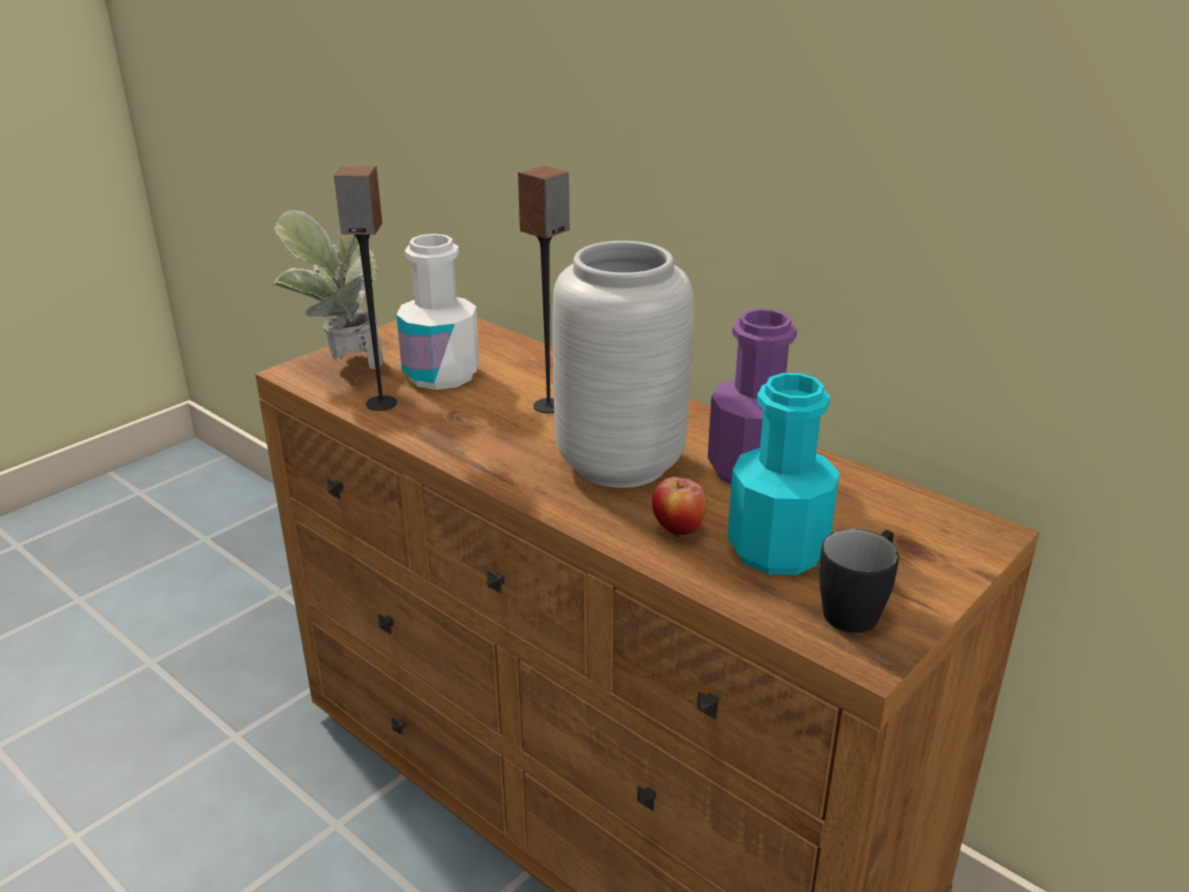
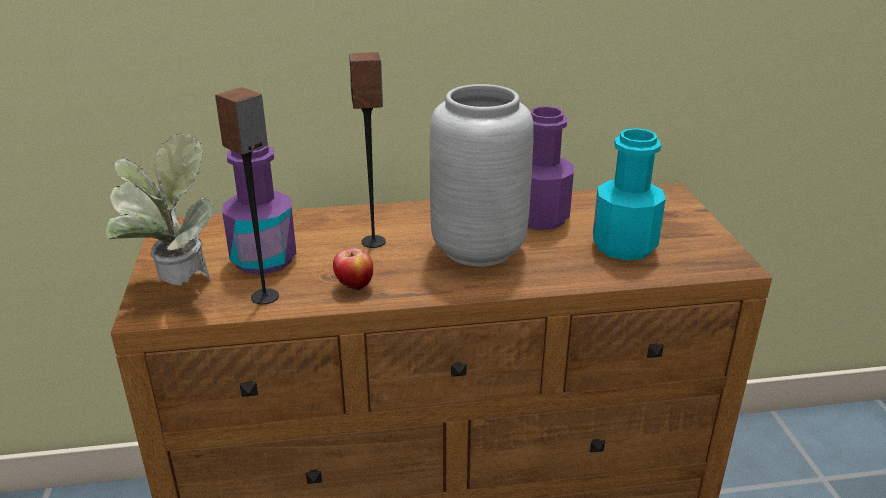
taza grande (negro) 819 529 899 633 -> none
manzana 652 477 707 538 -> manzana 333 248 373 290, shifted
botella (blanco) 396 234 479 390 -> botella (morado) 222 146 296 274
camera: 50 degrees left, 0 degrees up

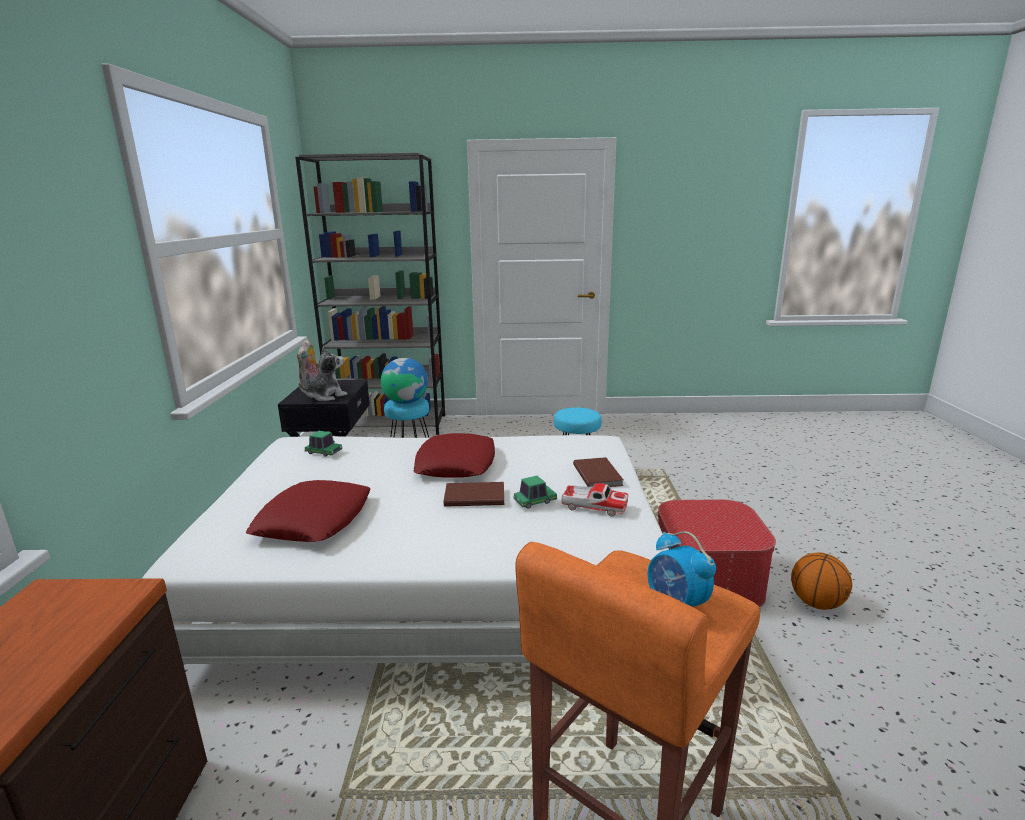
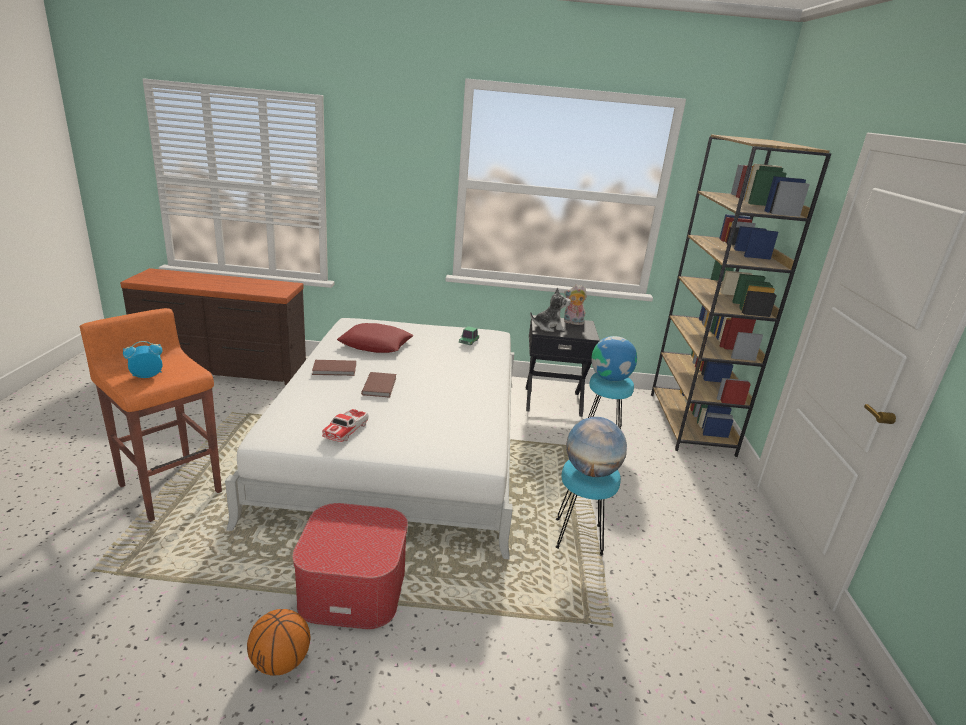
cojín (rojo) 413 433 495 478 -> none
coche de juguete 513 476 557 509 -> none
none -> globo terráqueo 566 417 627 477
libro (marrón) 573 457 623 487 -> libro (marrón) 312 360 356 376, shifted
estantería (gris) 295 153 445 436 -> estantería (marrón) 651 134 831 457
peluche 299 346 347 401 -> peluche 530 288 571 332, 60 degrees counterclockwise
camera: 90 degrees right, 5 degrees up

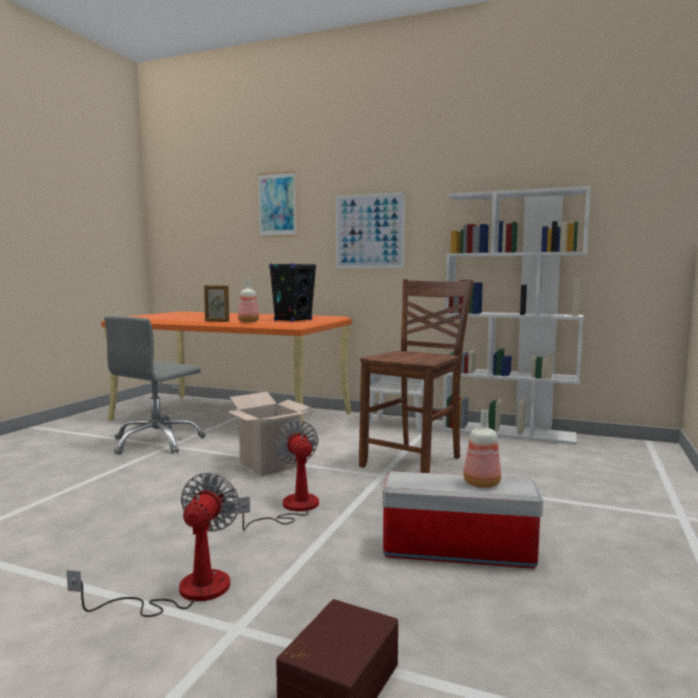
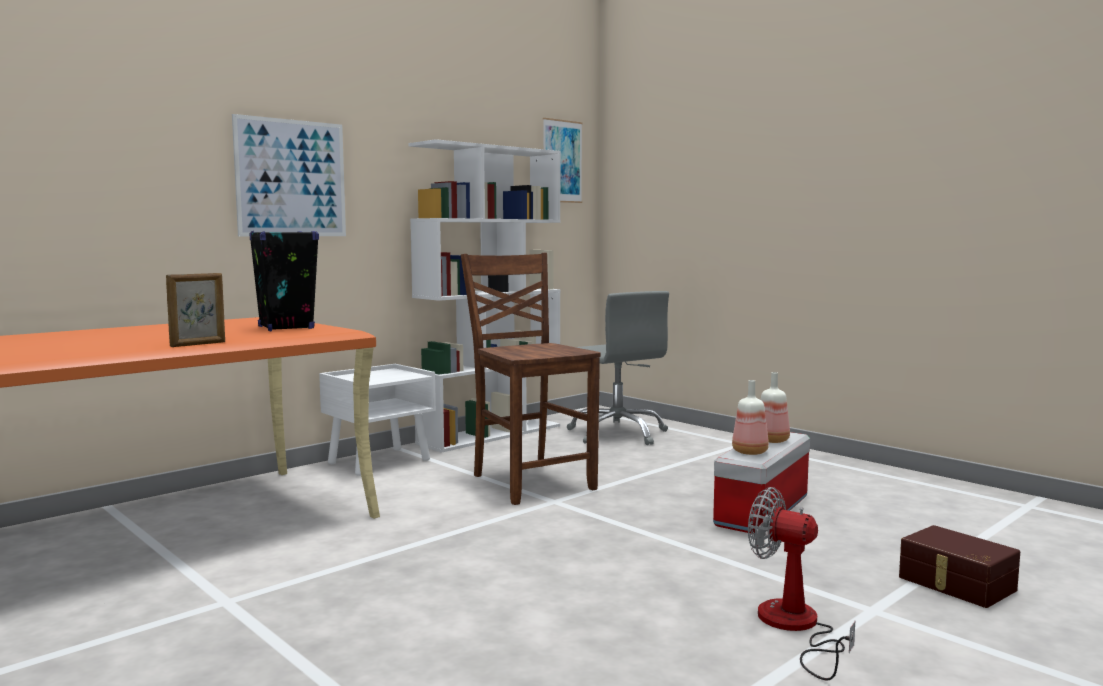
caja de cartón 226 392 312 476 -> none
ventilador 239 420 319 531 -> none
silla de oficina (gris) 104 316 205 455 -> silla de oficina (gris) 567 291 669 445, shifted
botella 238 278 259 322 -> botella 732 380 769 455, shifted
cuadro 258 171 296 237 -> cuadro 543 118 583 203, shifted
camera: 65 degrees left, 0 degrees up

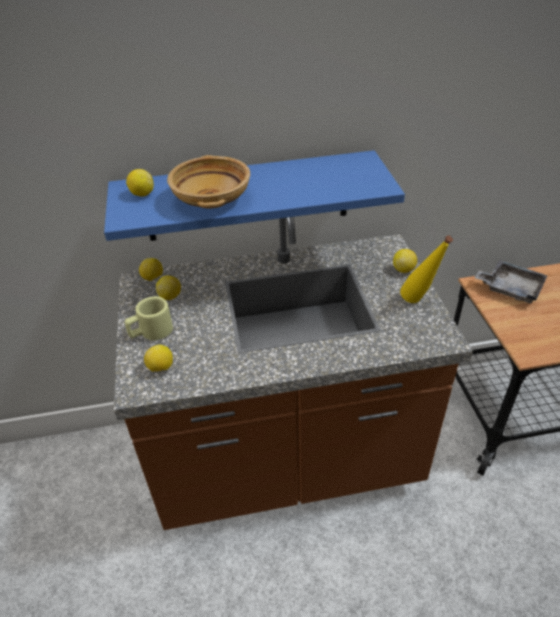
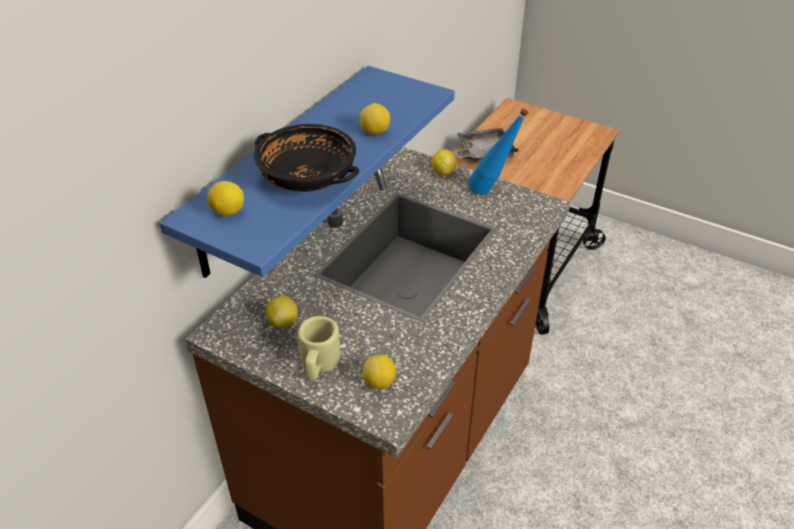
limón 139 258 163 281 -> limón 360 103 390 135, shifted
cuenco (beis) 167 155 250 209 -> cuenco (negro) 254 124 359 191
botella (amarillo) 400 236 453 303 -> botella (azul) 468 109 528 195
camera: 50 degrees left, 0 degrees up

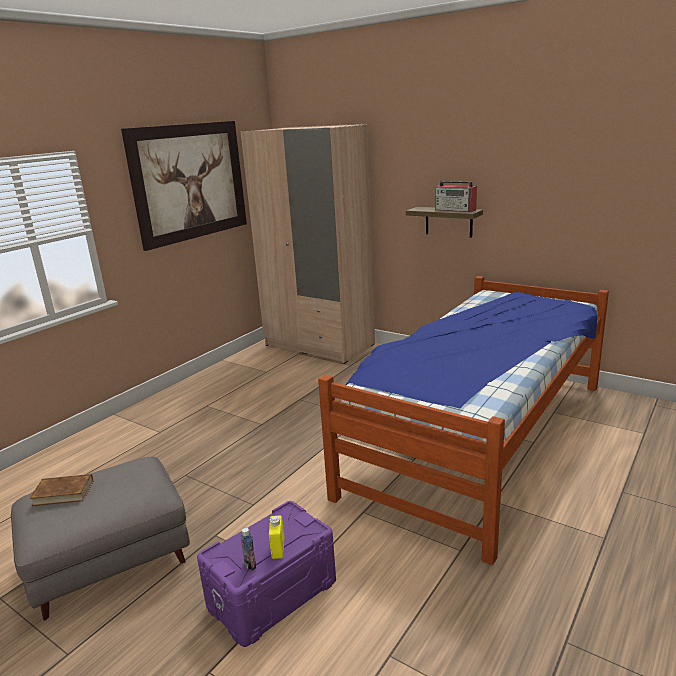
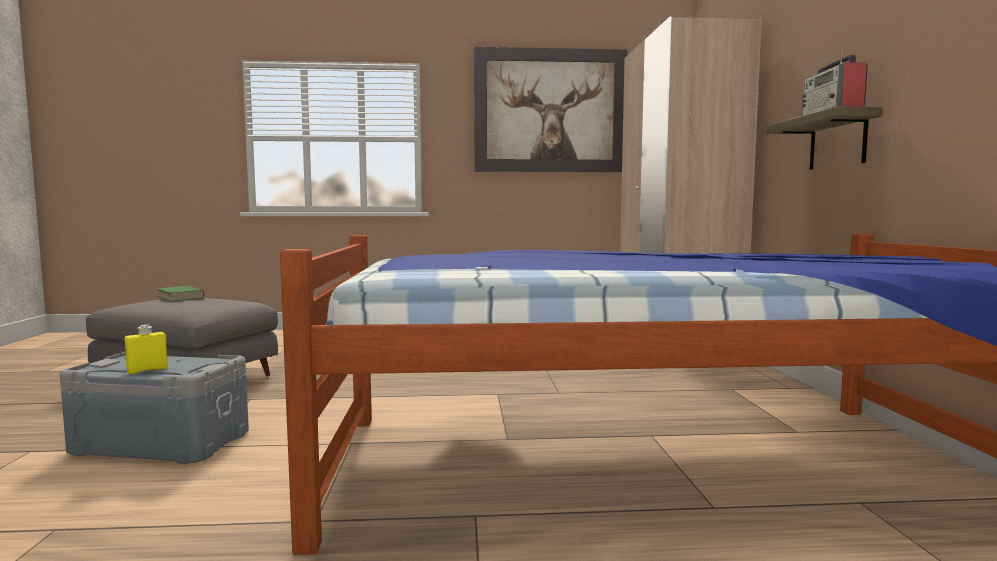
botella 240 528 256 570 -> none
libro (marrón) 29 474 93 506 -> libro (verde) 156 286 204 302
caja de almacenaje (morado) 197 501 336 647 -> caja de almacenaje (gris) 60 352 249 464
camera: 50 degrees right, 15 degrees down

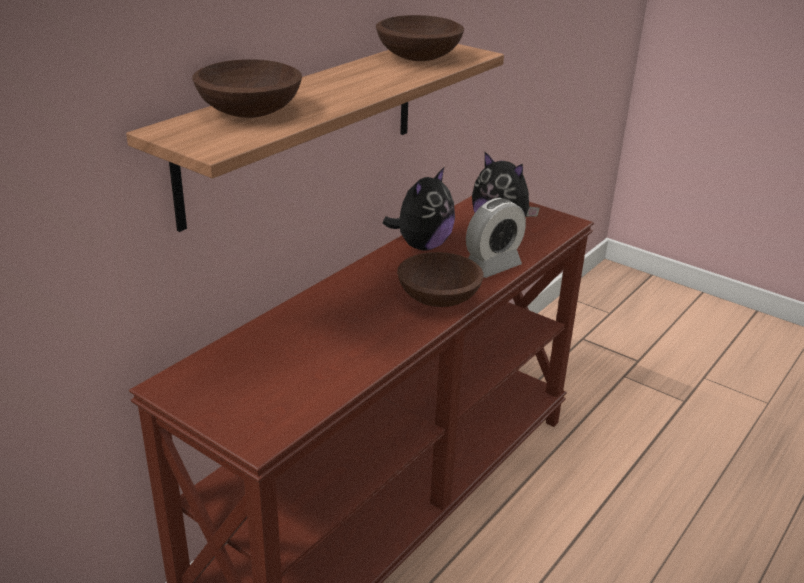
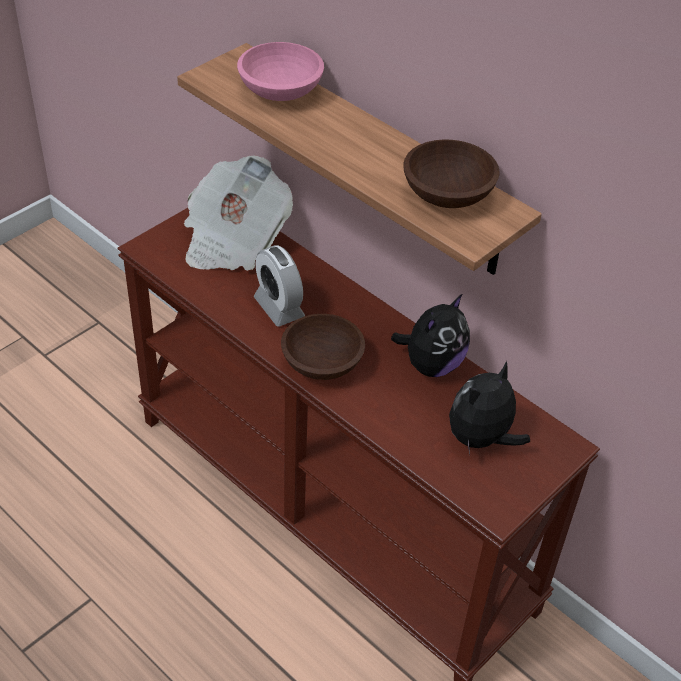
none -> periódico 184 155 293 271
despertador 466 198 526 278 -> despertador 253 245 305 327, shifted
cuenco (marrón) 192 59 302 118 -> cuenco (rosa) 237 42 324 101
peluche 383 166 455 251 -> peluche 391 294 470 377, 90 degrees counterclockwise
camera: 95 degrees right, 15 degrees up

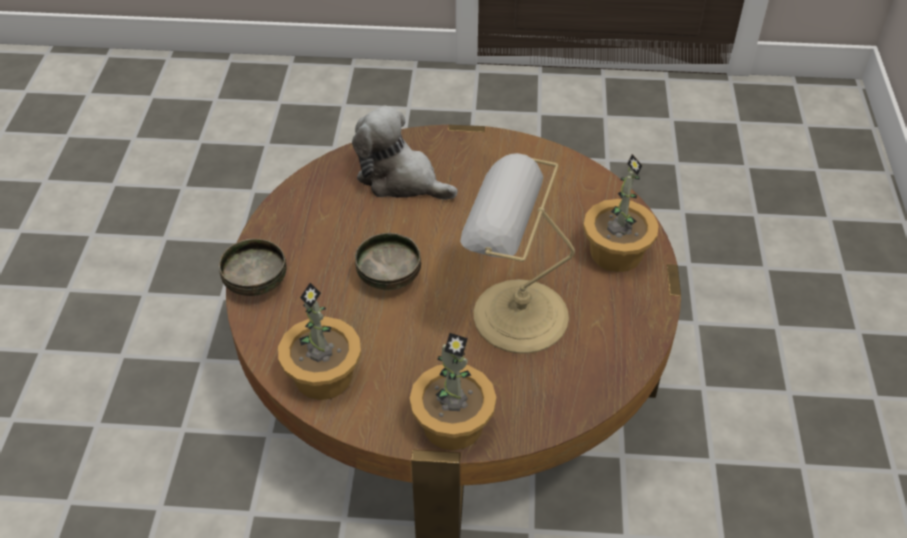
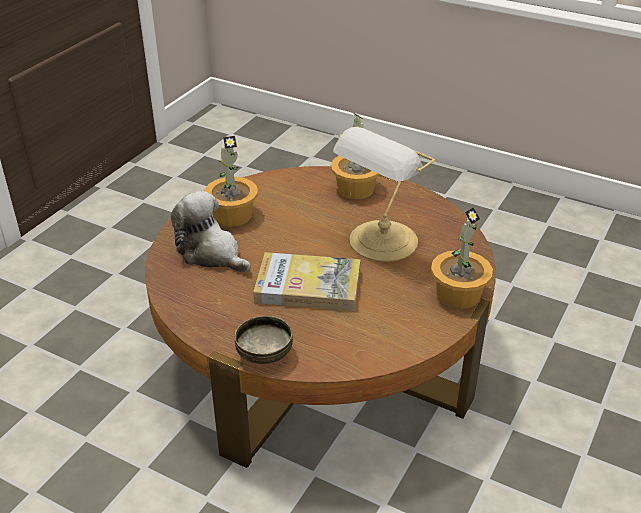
planta en maceta 278 283 361 400 -> planta en maceta 204 136 258 227, shifted
cuenco 355 233 421 291 -> libro 253 252 361 311
peluche 352 106 458 200 -> peluche 171 191 251 273, 75 degrees clockwise
camera: 65 degrees left, 10 degrees down

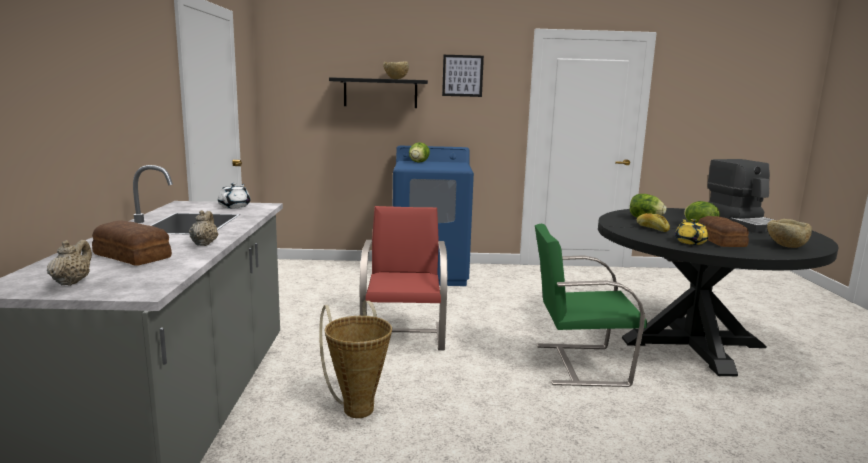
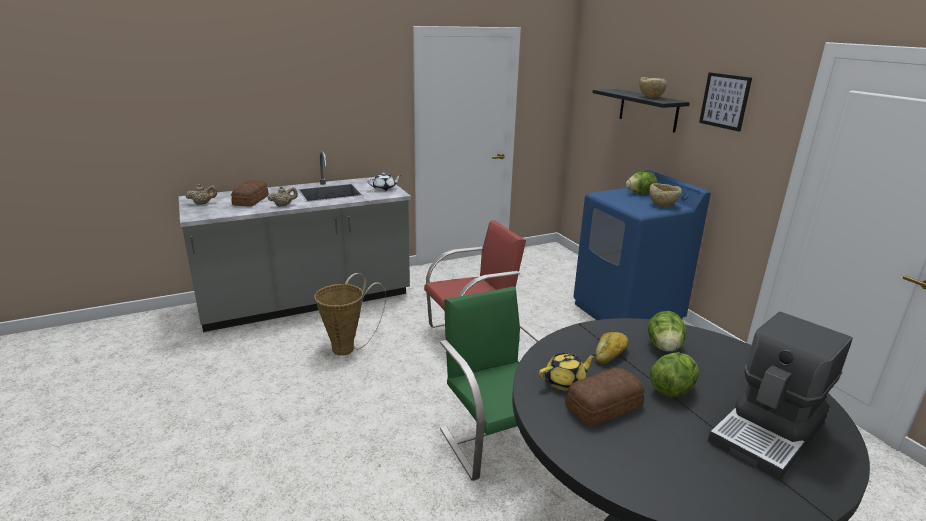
cuenco (beis) 767 219 812 248 -> cuenco (beis) 649 183 682 207, shifted
camera: 65 degrees right, 10 degrees up

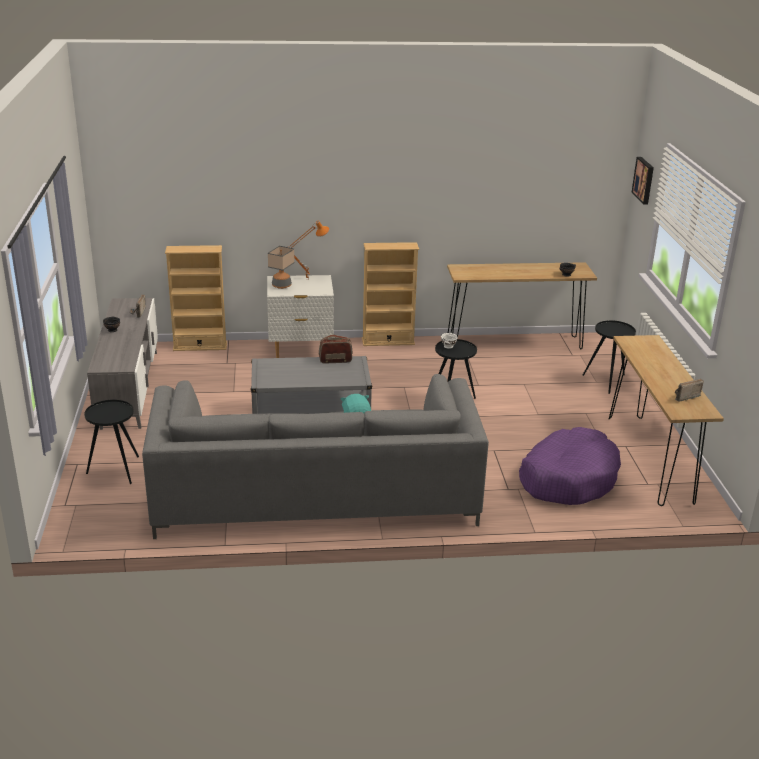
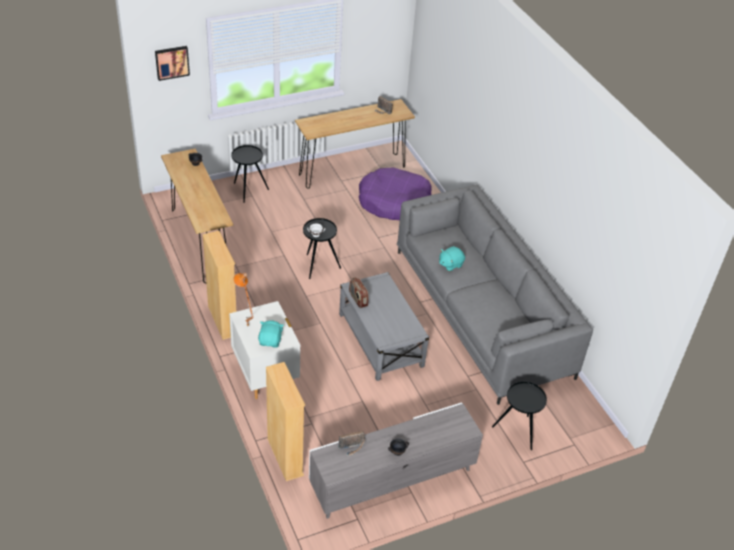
lámpara de mesa 268 246 295 289 -> peluche (turquesa) 258 320 284 348
camera: 110 degrees left, 15 degrees up

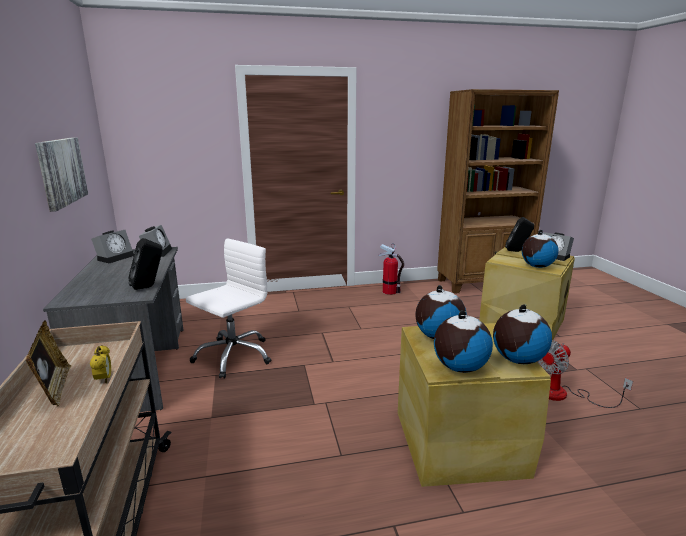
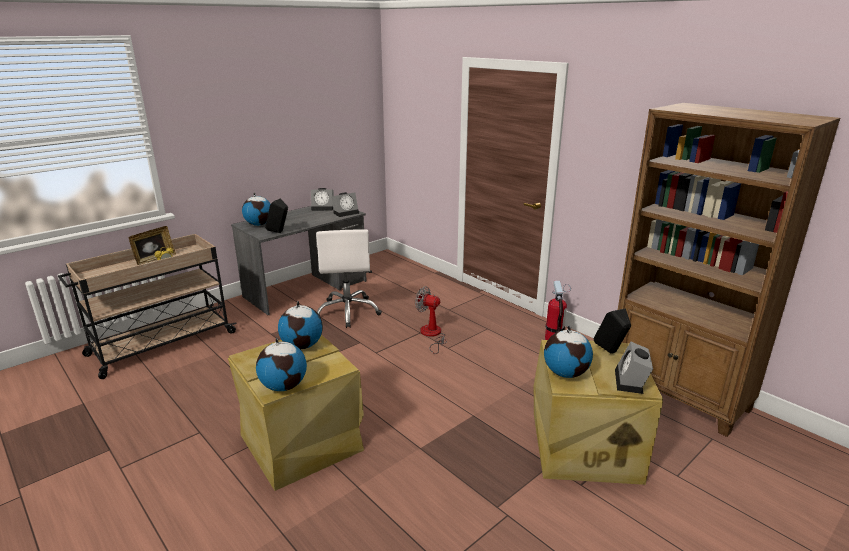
cuadro 35 137 88 212 -> none
globo terráqueo 434 310 493 373 -> globo terráqueo 242 192 270 226, shifted
ventilador 538 340 633 408 -> ventilador 415 286 447 354, shifted
silla de oficina (blanco) 186 238 271 378 -> silla de oficina (blanco) 316 229 382 328, 75 degrees clockwise
camera: 60 degrees right, 5 degrees up

